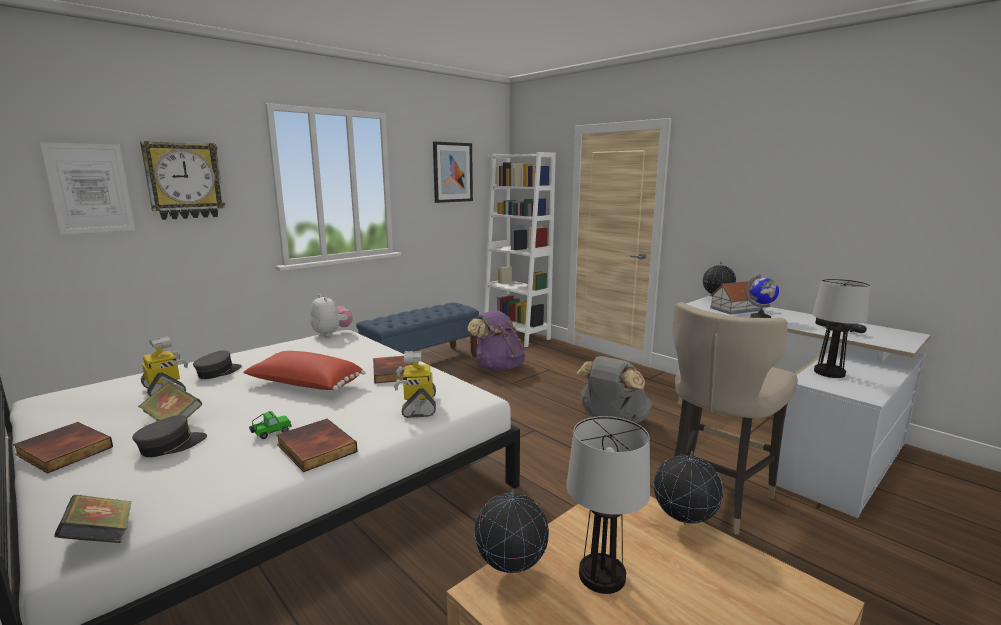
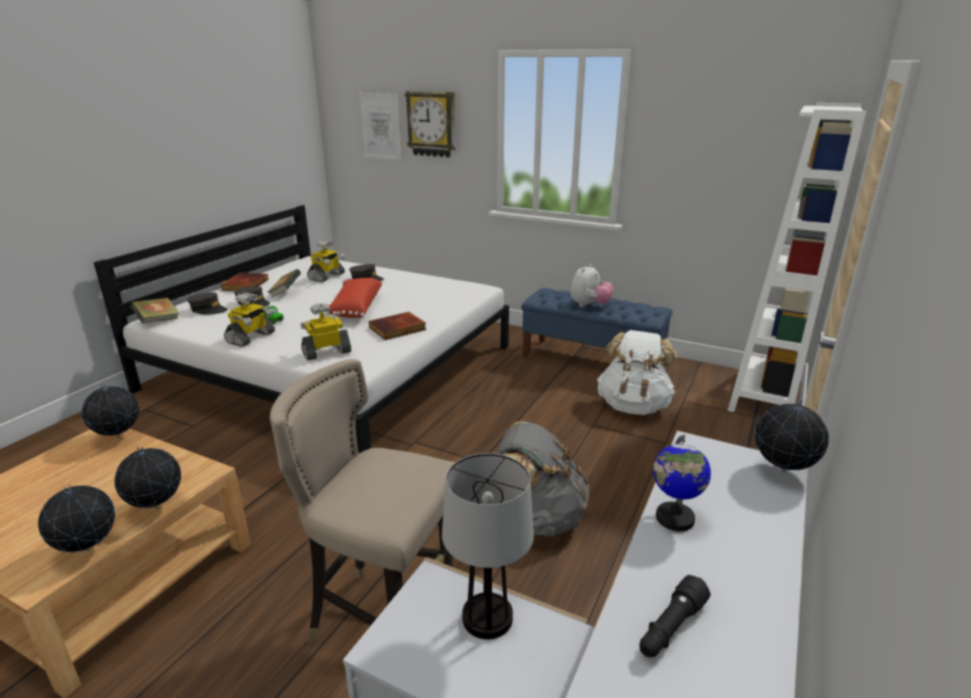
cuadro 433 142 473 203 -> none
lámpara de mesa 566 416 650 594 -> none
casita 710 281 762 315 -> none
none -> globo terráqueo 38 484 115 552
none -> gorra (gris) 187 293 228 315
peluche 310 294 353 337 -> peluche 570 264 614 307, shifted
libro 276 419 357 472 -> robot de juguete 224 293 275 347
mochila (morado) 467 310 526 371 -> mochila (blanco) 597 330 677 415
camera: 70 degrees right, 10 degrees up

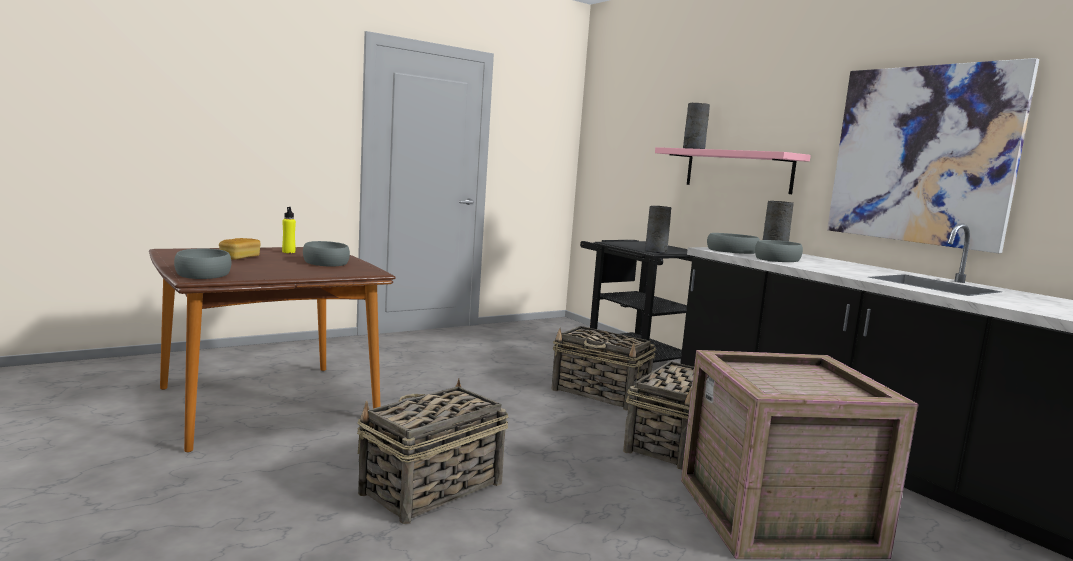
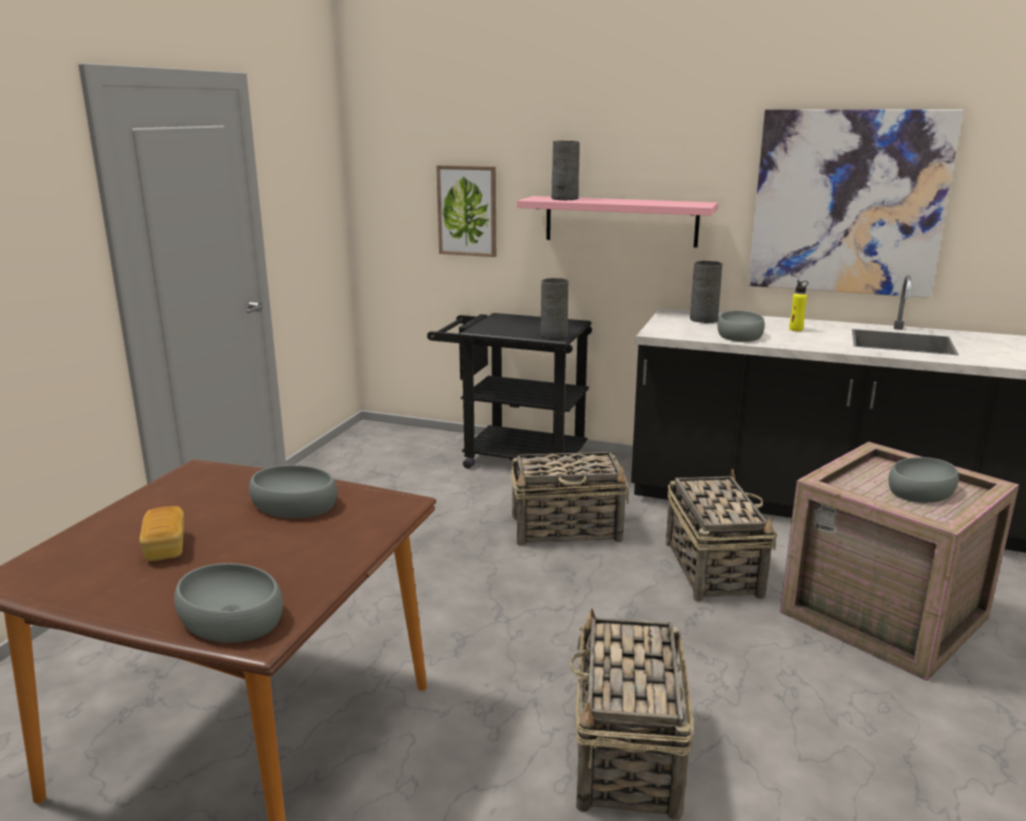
none -> cuadro 436 165 496 257
botella (amarillo) 282 207 296 253 -> botella (amarillo) 789 280 808 331, shifted
cuenco (gris) 707 233 760 254 -> cuenco (gris) 888 457 959 503, shifted
camera: 35 degrees left, 10 degrees up

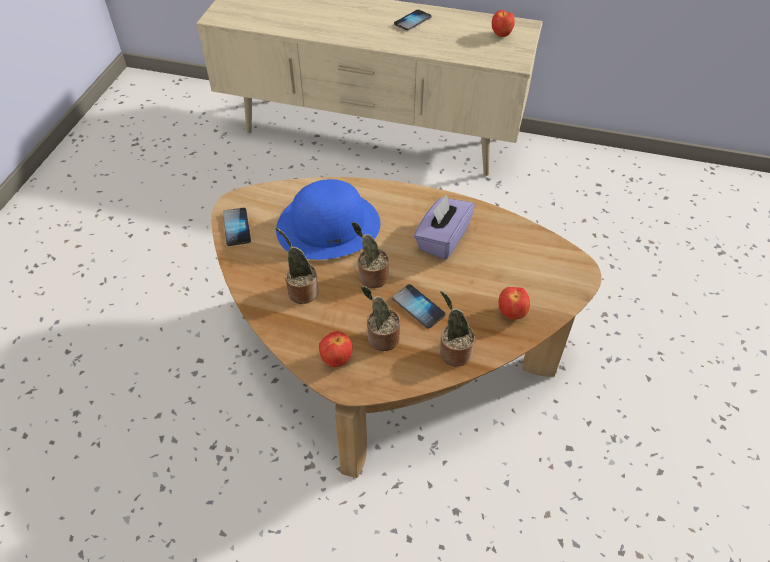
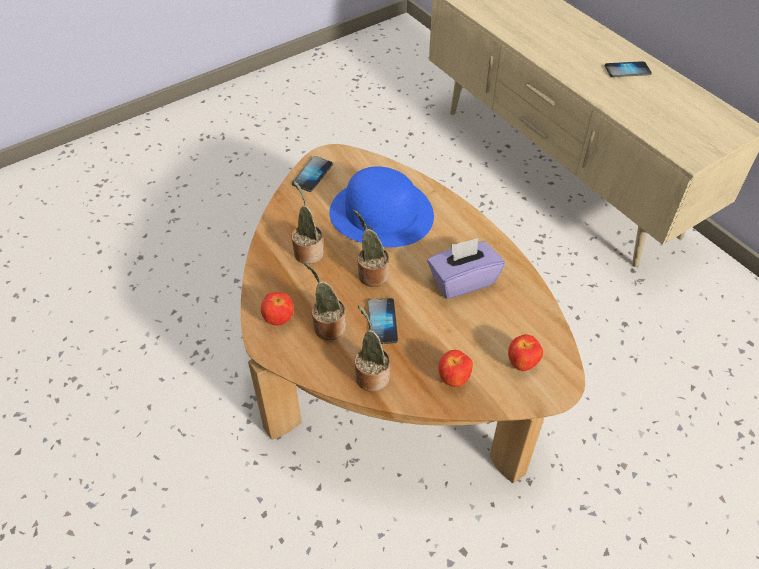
manzana 492 10 515 37 -> manzana 508 334 543 371, shifted
camera: 40 degrees right, 0 degrees up

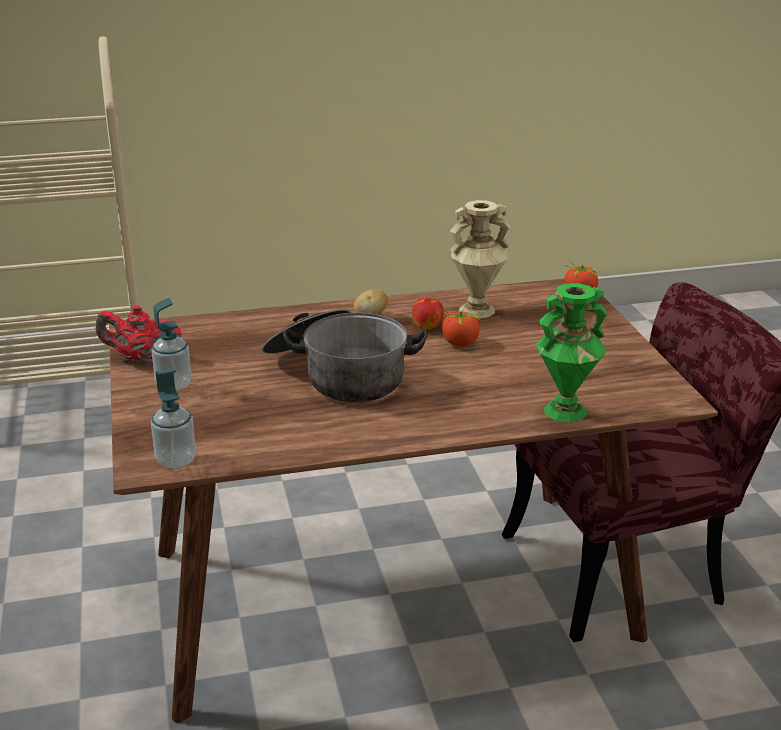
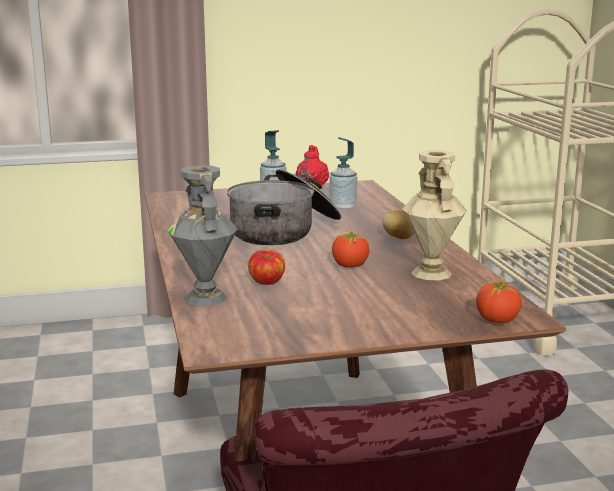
dispensador de jabón 151 368 196 469 -> dispensador de jabón 329 137 357 209, shifted
manzana 412 298 445 330 -> manzana 248 250 285 285, shifted
florero (verde) 536 283 607 422 -> florero (gris) 168 165 238 306
camera: 90 degrees right, 10 degrees down

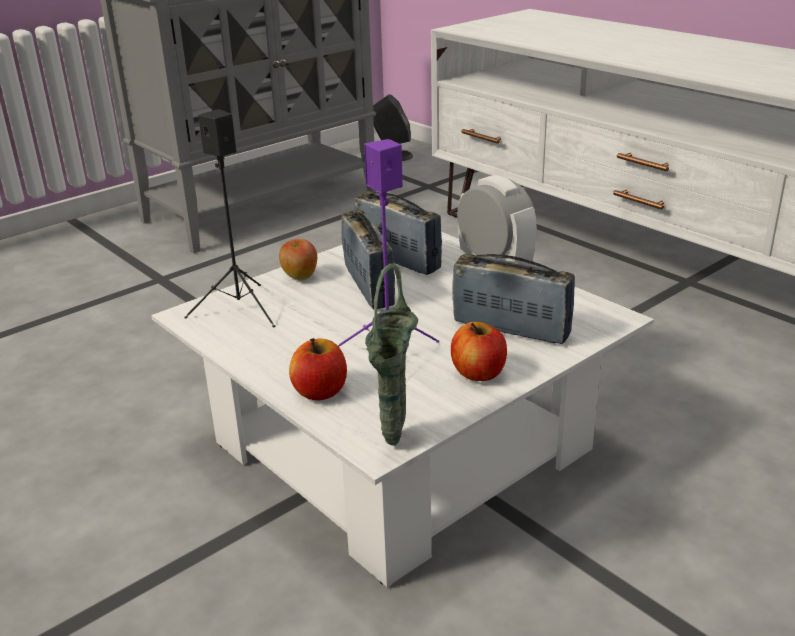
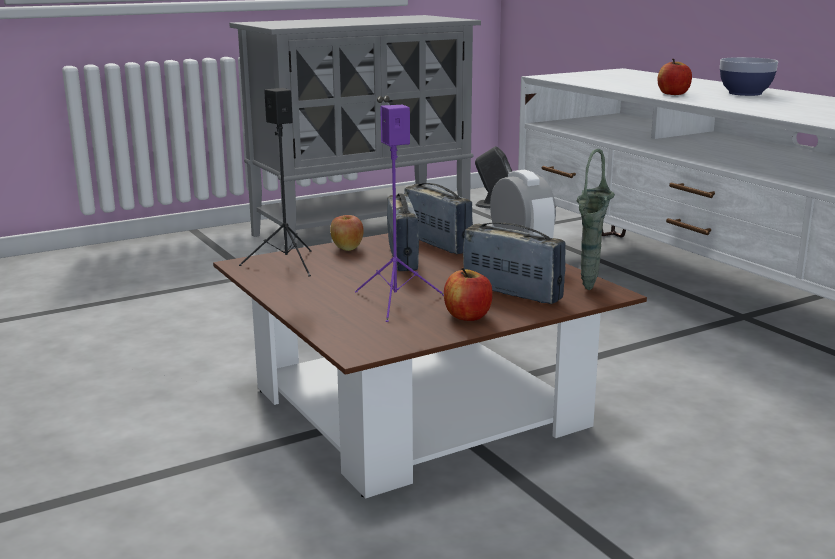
none -> cuenco 720 57 778 96
manzana 289 338 347 401 -> manzana 658 59 692 95, shifted
florero (verde) 365 264 418 446 -> florero (verde) 577 149 615 290, shifted
mesa de centro (blanco) 151 232 654 587 -> mesa de centro (marrón) 213 233 647 498
camera: 10 degrees right, 10 degrees down

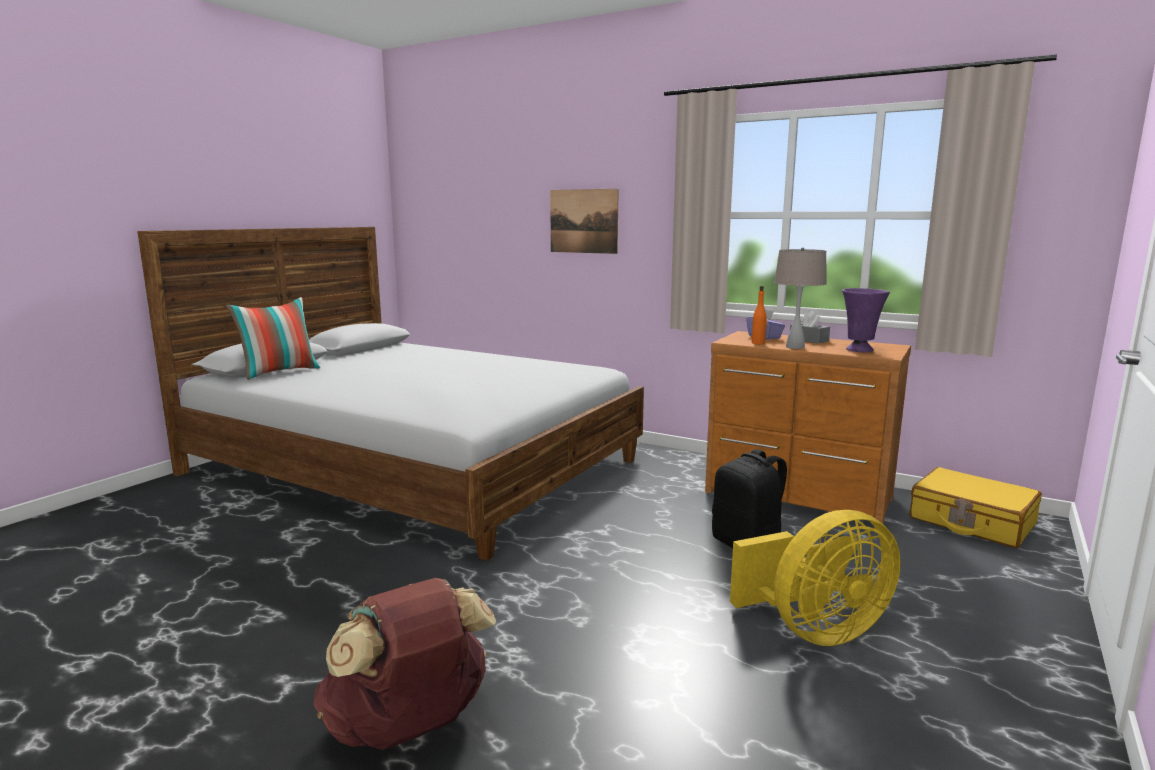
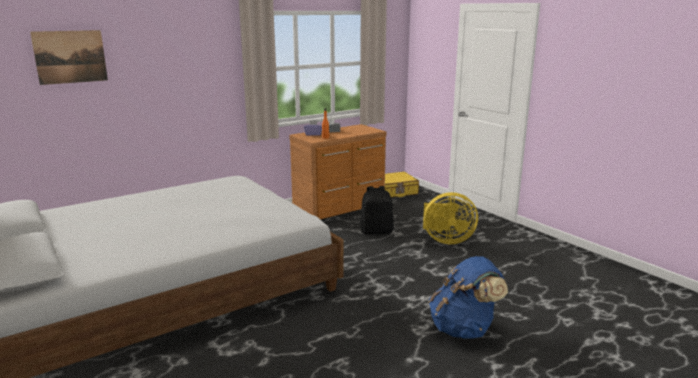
cojín 226 297 321 380 -> none
lámpara de mesa (beis) 774 247 827 349 -> none
florero (morado) 842 288 890 352 -> none
cuadro 550 189 619 254 -> cuadro 30 30 108 85, shifted
mochila (marrón) 313 578 497 750 -> mochila (azul) 429 256 508 339
ventilador (amarillo) 730 510 901 646 -> ventilador (amarillo) 423 192 478 244, 90 degrees clockwise
camera: 65 degrees left, 5 degrees up

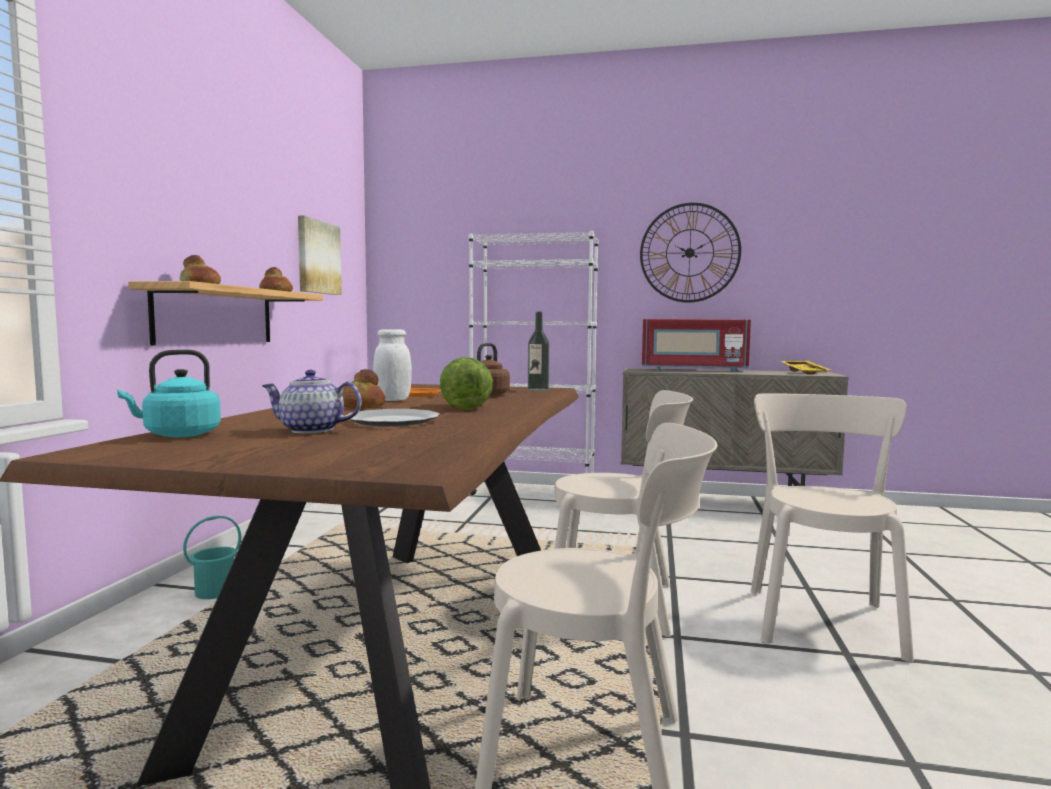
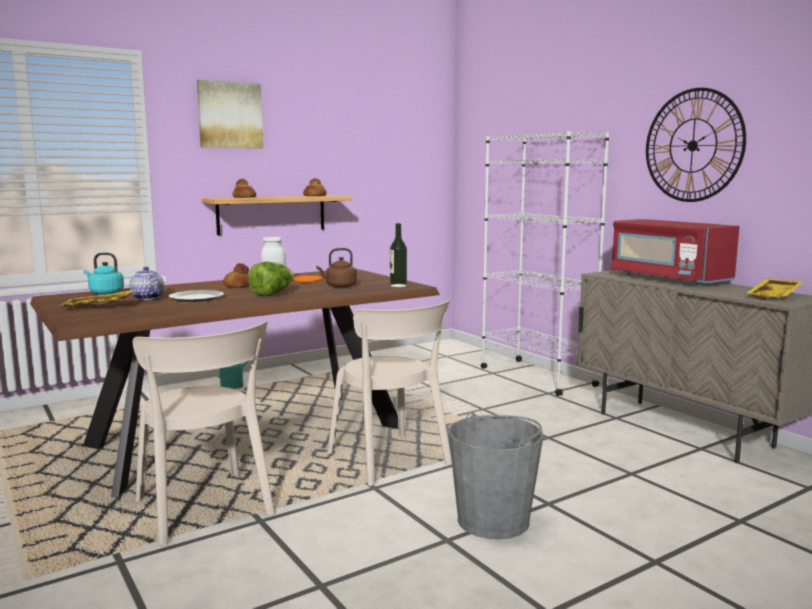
none -> bandeja (amarillo) 60 290 133 307
cuadro 298 215 342 295 -> cuadro 197 80 263 148, shifted
silla (beis) 751 393 914 662 -> cubo (gris) 449 412 543 539
camera: 45 degrees right, 5 degrees up

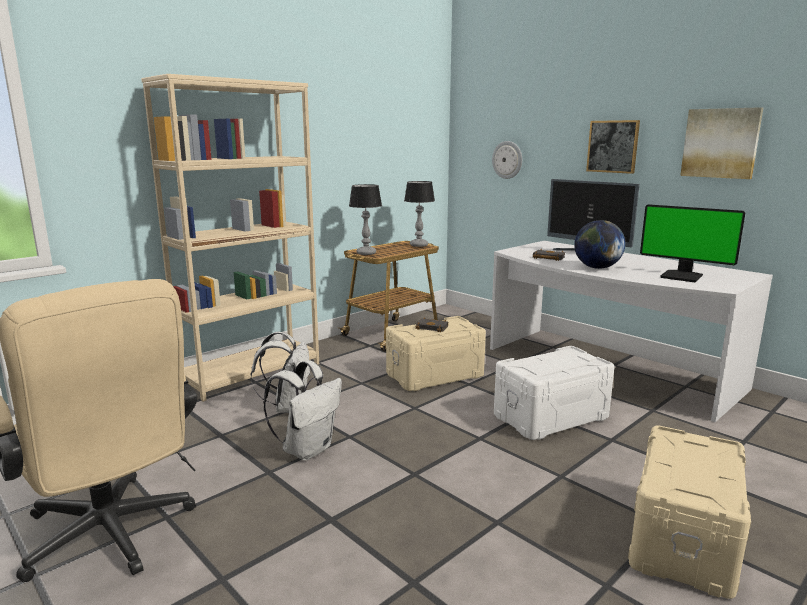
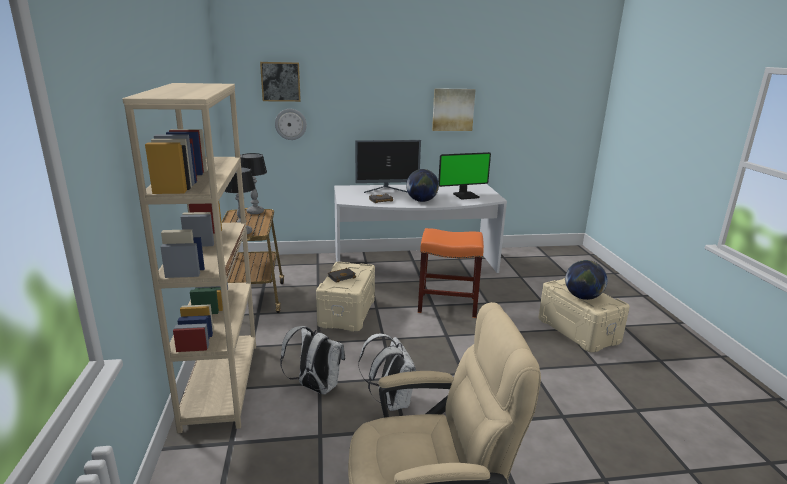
none -> globo terráqueo 565 260 607 300
cuadro 586 120 640 174 -> cuadro 260 62 301 102, shifted
caja de almacenaje (blanco) 494 346 615 440 -> taburete (naranja) 418 228 484 318
camera: 55 degrees left, 5 degrees up

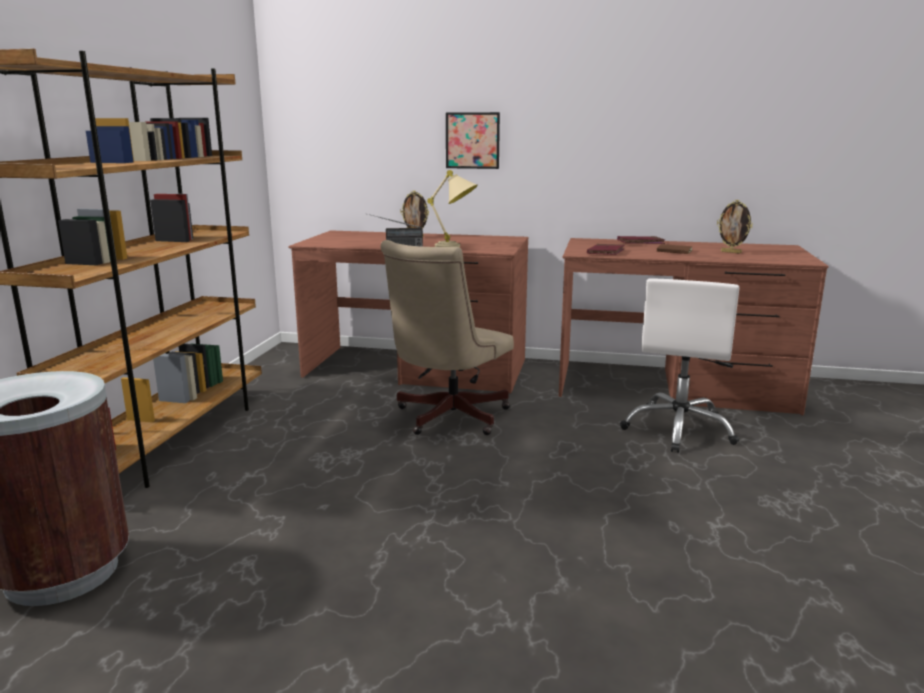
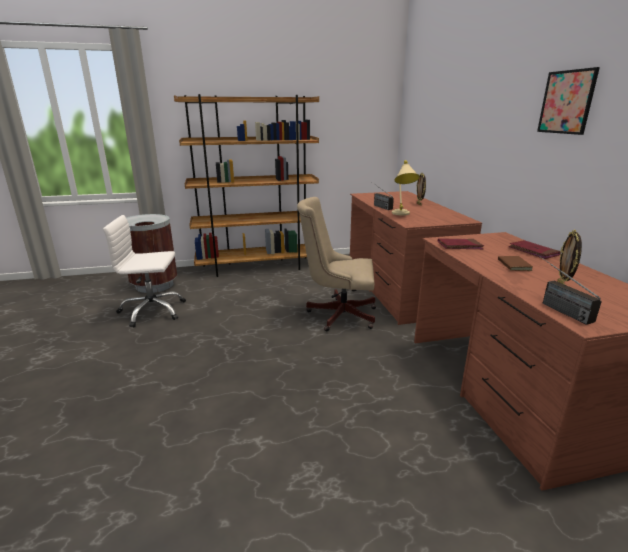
none -> radio 537 254 602 325
cuadro 446 112 500 169 -> cuadro 537 67 600 135, shifted
silla de oficina (blanco) 620 278 740 453 -> silla de oficina (blanco) 103 215 186 327, shifted
camera: 65 degrees right, 5 degrees up

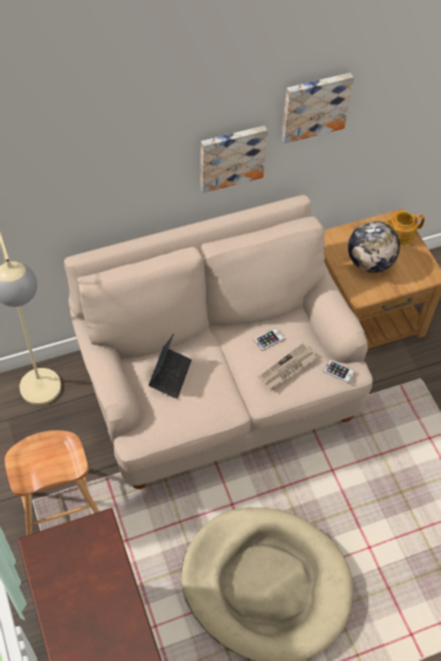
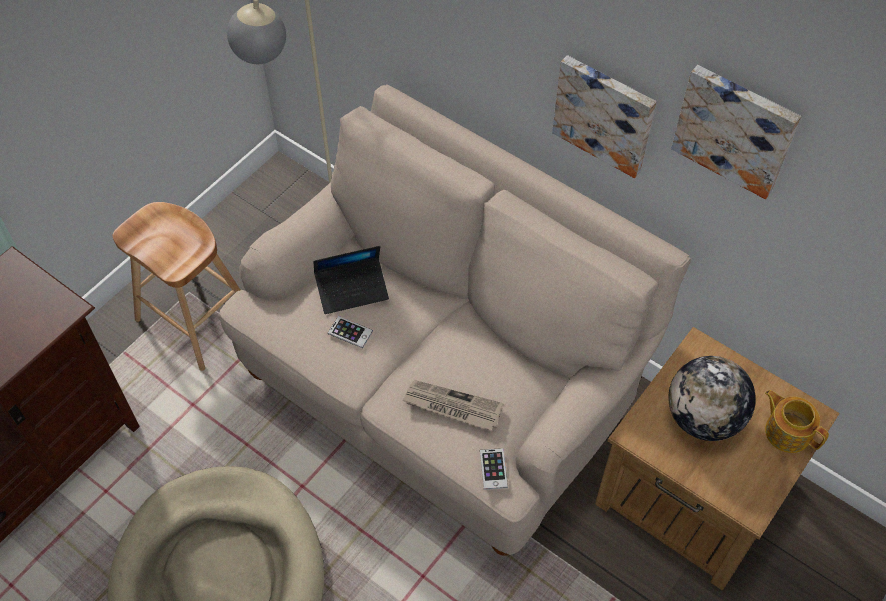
móvil 254 328 284 351 -> móvil 328 316 373 348, shifted
camera: 60 degrees right, 0 degrees up

